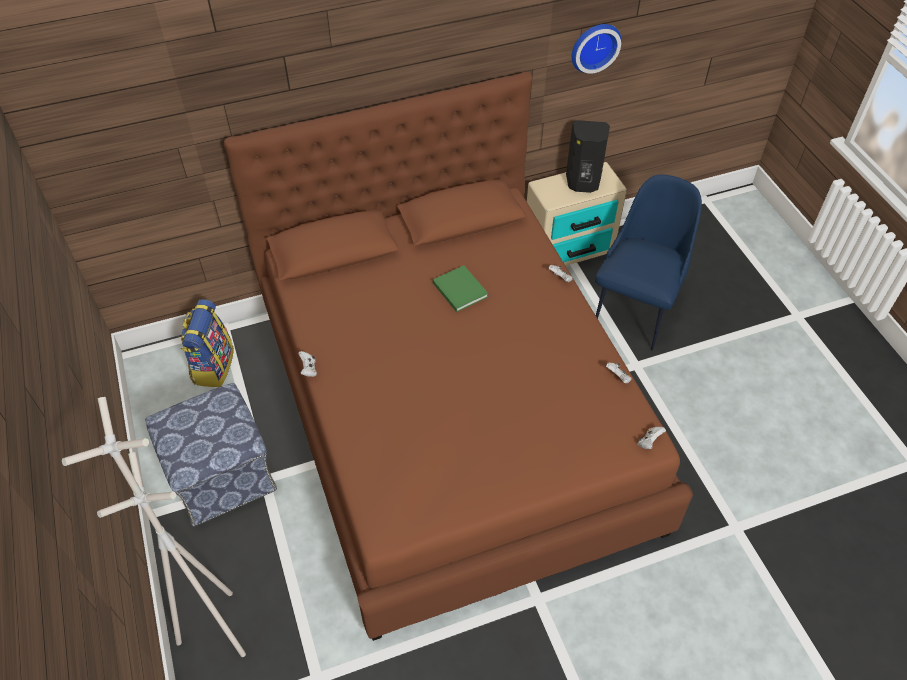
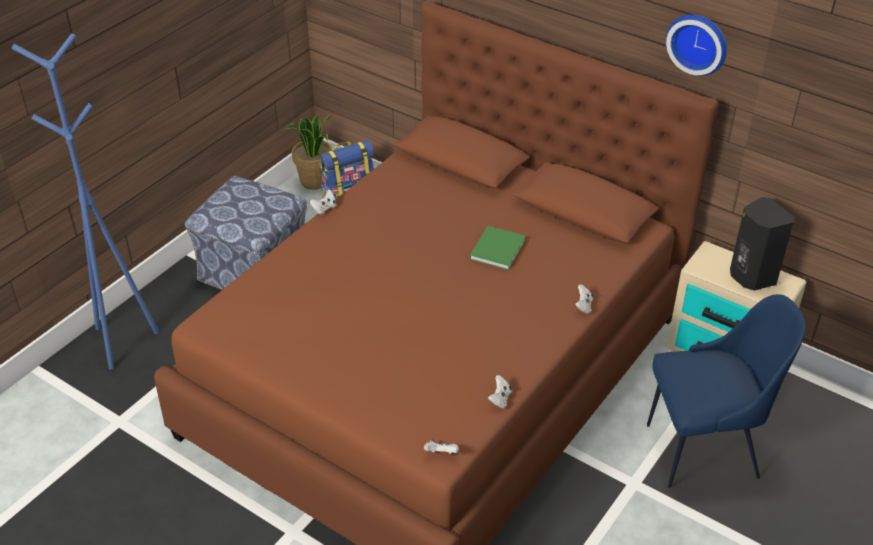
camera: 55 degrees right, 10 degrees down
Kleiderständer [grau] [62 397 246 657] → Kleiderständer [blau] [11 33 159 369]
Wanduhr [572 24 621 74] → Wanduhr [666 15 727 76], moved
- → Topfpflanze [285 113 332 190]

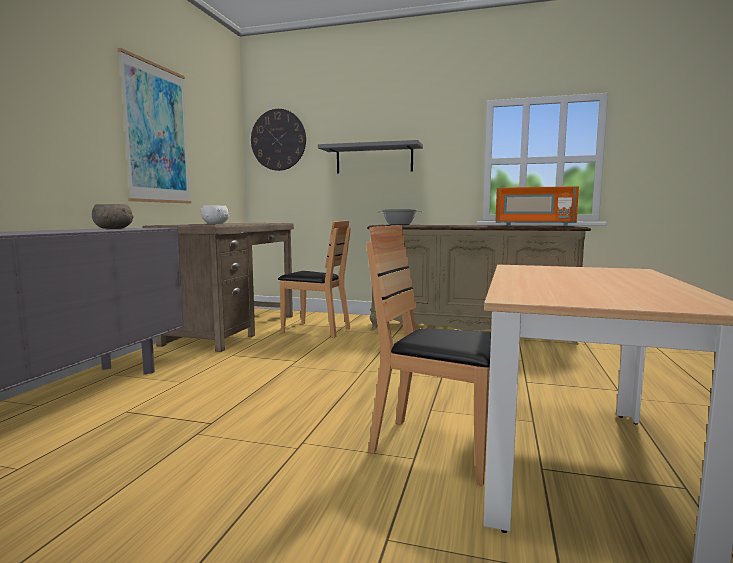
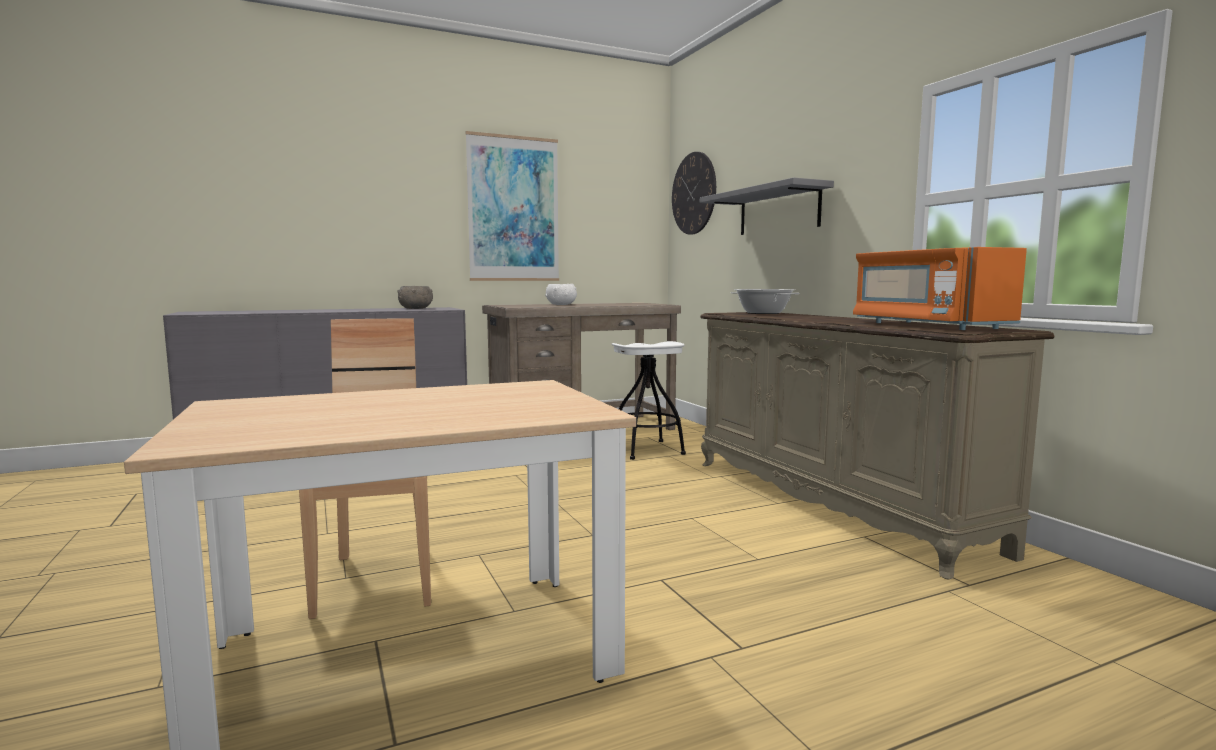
camera: 50 degrees right, 0 degrees up
Stuhl [braun] [278 221 351 338] → Hocker [weiß] [612 341 686 460]

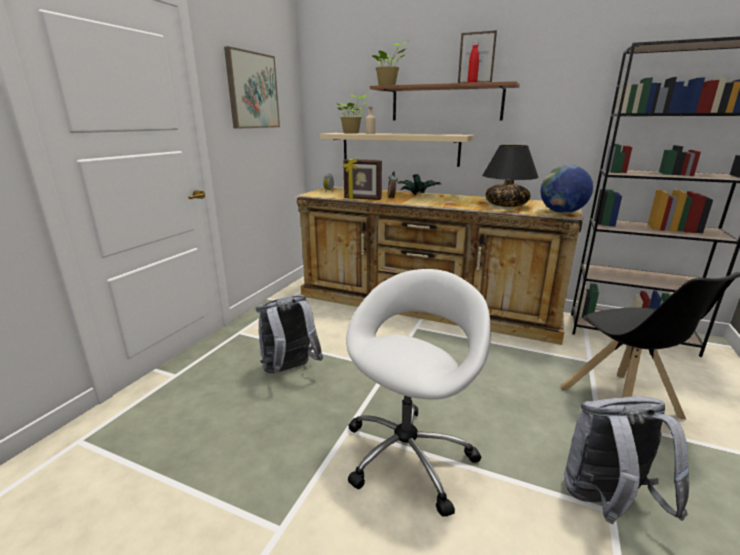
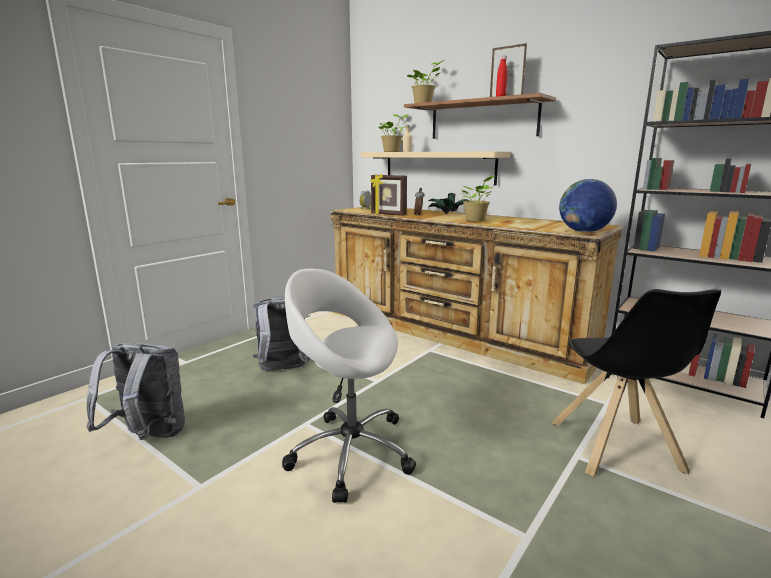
camera: 15 degrees right, 5 degrees down
Bild [224 46 280 129] → -
Bürostuhl [weiß] [346 269 491 517] → Bürostuhl [weiß] [282 269 416 503], 135 degrees counterclockwise
Tischlampe [schwarz] [482 145 539 207] → -
Rucksack [grau] [564 396 689 524] → Rucksack [grau] [86 343 185 440], moved
- → Topfpflanze [461 175 495 222]

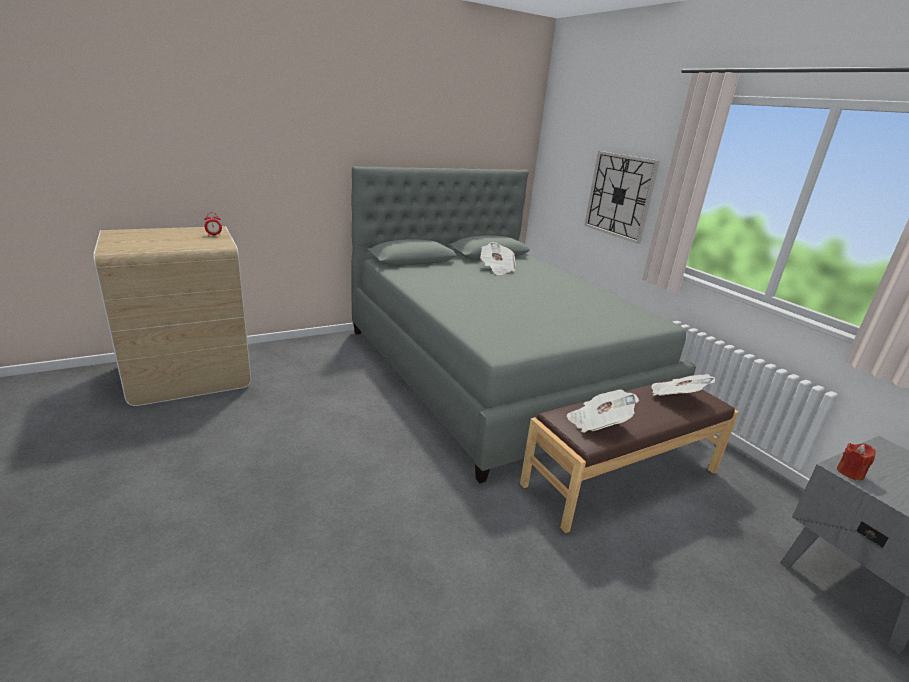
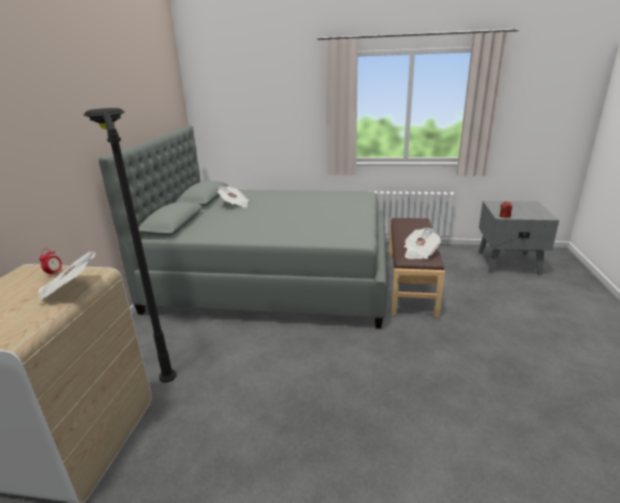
camera: 50 degrees left, 0 degrees up
Wanduhr [584 151 660 244] → -
Zeitung [652 374 715 396] → Zeitung [38 252 95 302], moved
- → Stehlampe [schwarz] [83 108 176 383]

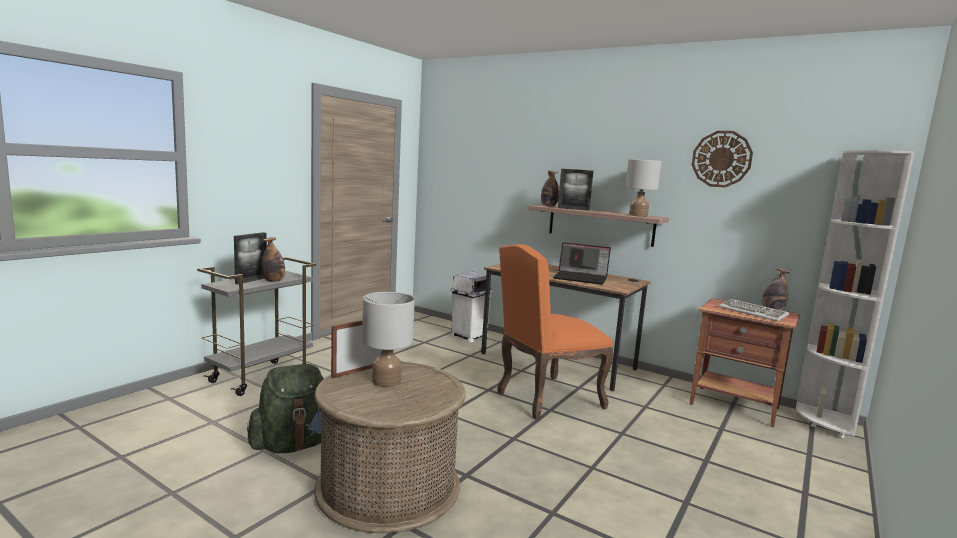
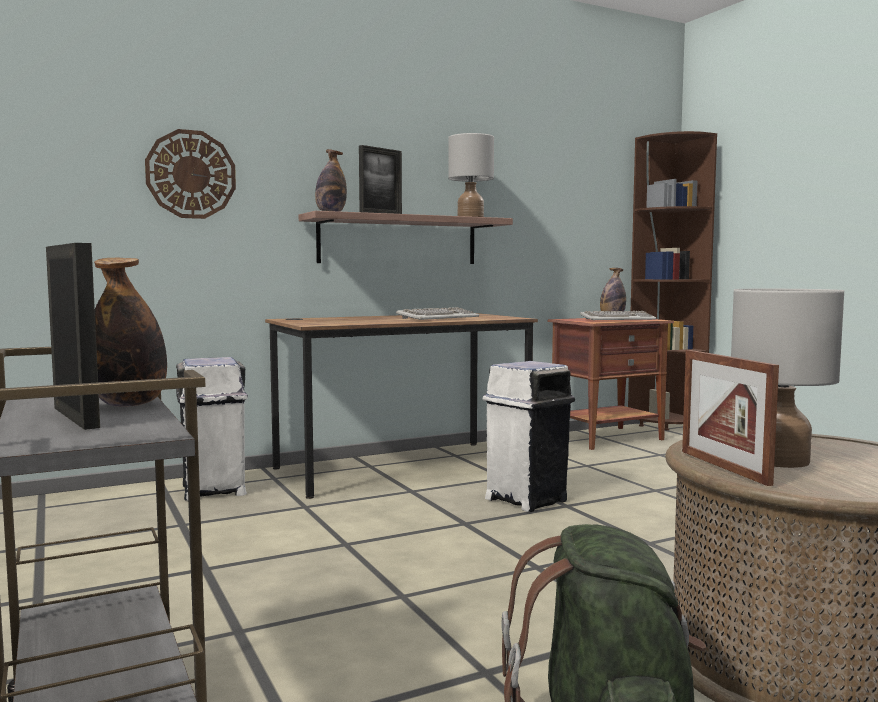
camera: 60 degrees left, 5 degrees down
Stuhl [orange] [498 244 613 420] → Mülleimer [weiß] [483 361 575 512]
Laptop [554 242 611 285] → Tastatur [396 307 479 320]
Wanduhr [692 131 753 188] → Wanduhr [145 129 236 219], moved
Bücherregal [weiß] [796 150 915 438] → Bücherregal [braun] [628 131 717 430]

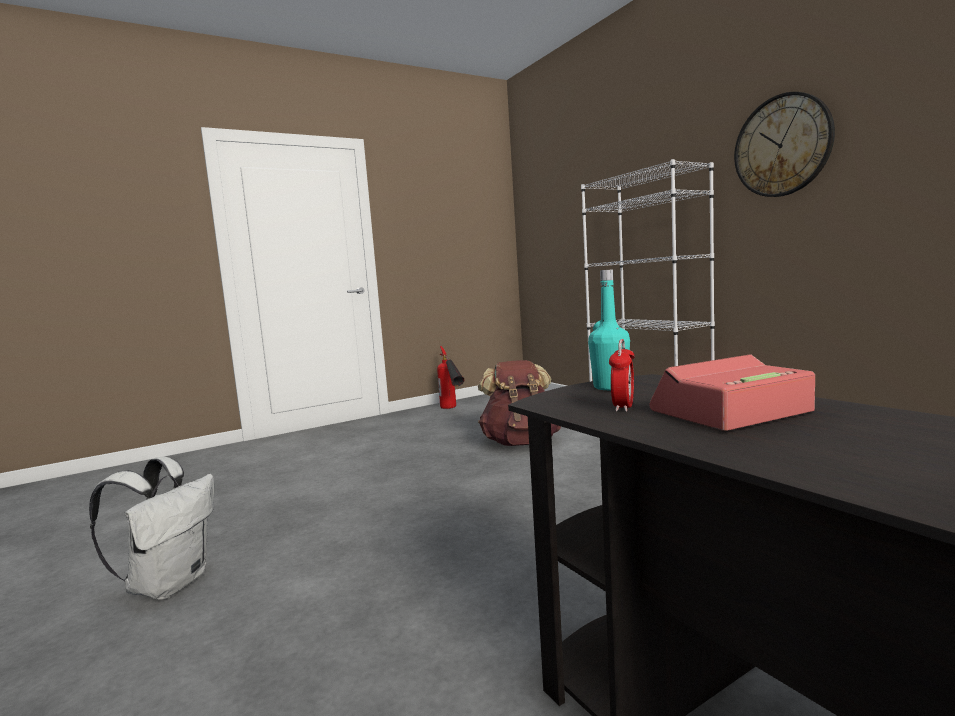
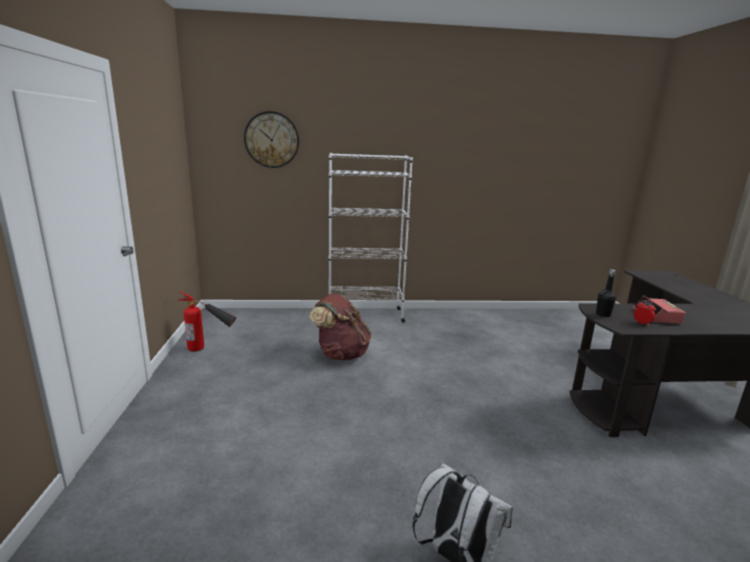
camera: 65 degrees left, 10 degrees up
Flasche [türkis] [588 269 630 390] → Flasche [schwarz] [596 269 616 317]
Wanduhr [734 92 835 197] → Wanduhr [244 111 299 168], moved

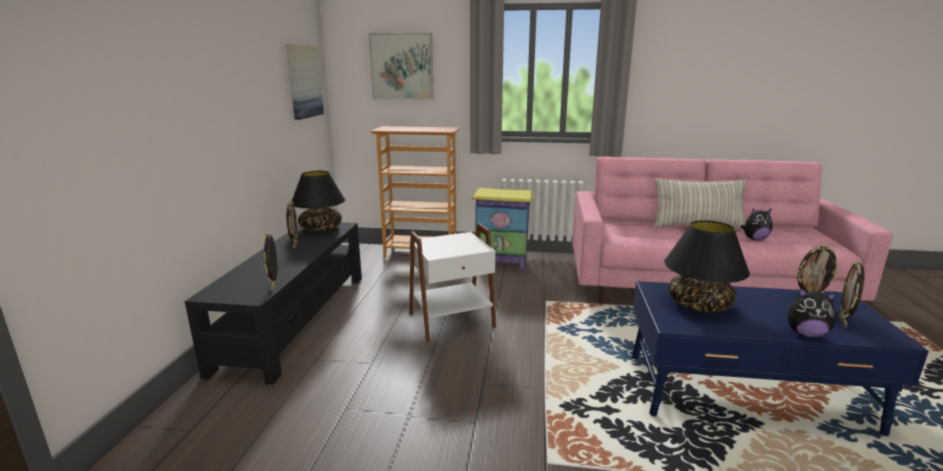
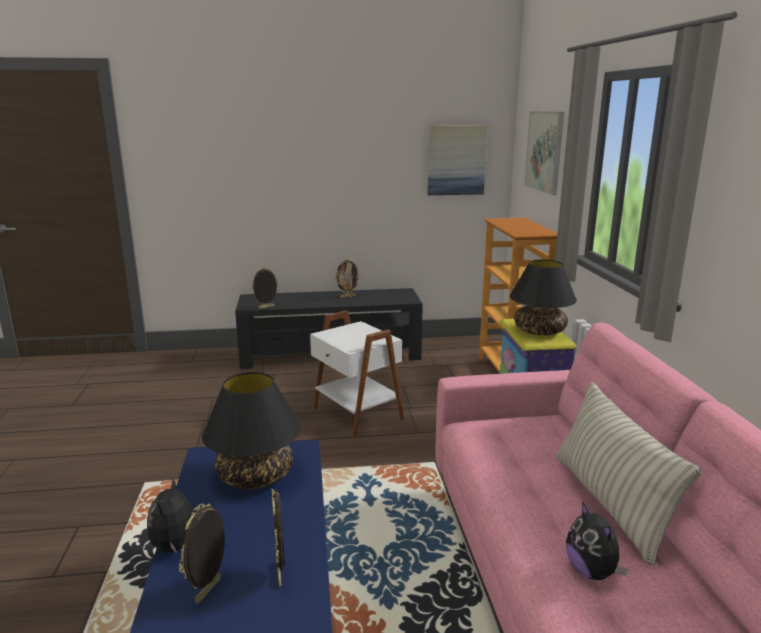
camera: 75 degrees right, 0 degrees up
Tischlampe [schwarz] [292 171 345 232] → Tischlampe [schwarz] [510 259 577 335], moved
Bilderrahmen [839 260 865 328] → Bilderrahmen [179 503 225 604], 75 degrees counterclockwise

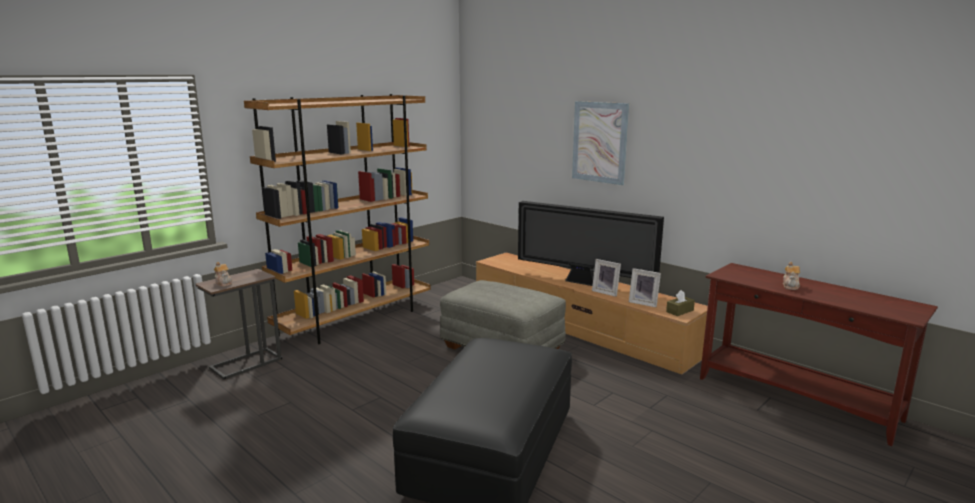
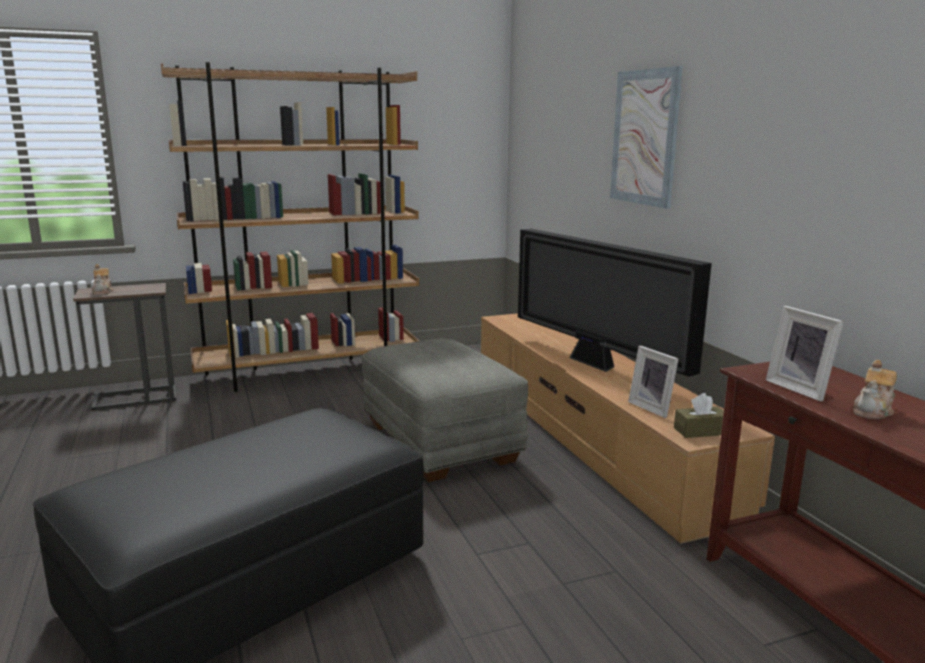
camera: 25 degrees right, 0 degrees up
Bilderrahmen [592 259 621 297] → Bilderrahmen [766 306 844 402], moved

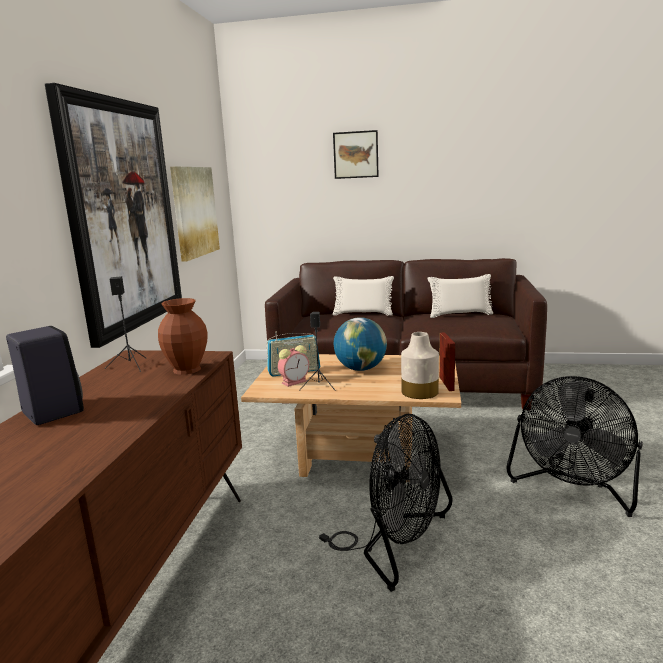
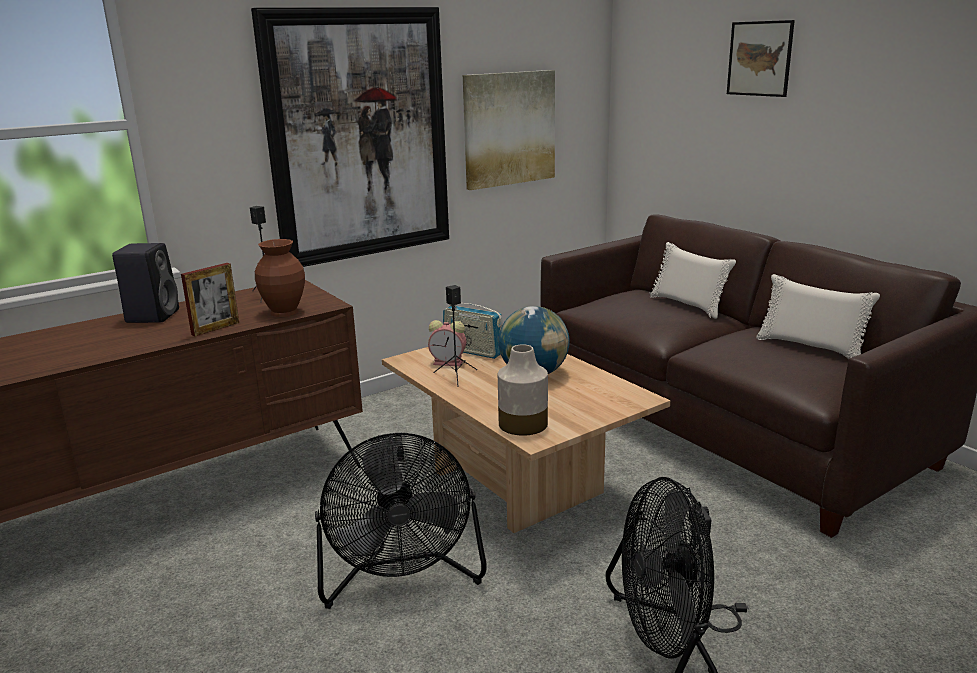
camera: 45 degrees right, 5 degrees up
Bilderrahmen [439 332 455 391] → Bilderrahmen [181 263 239 336], moved

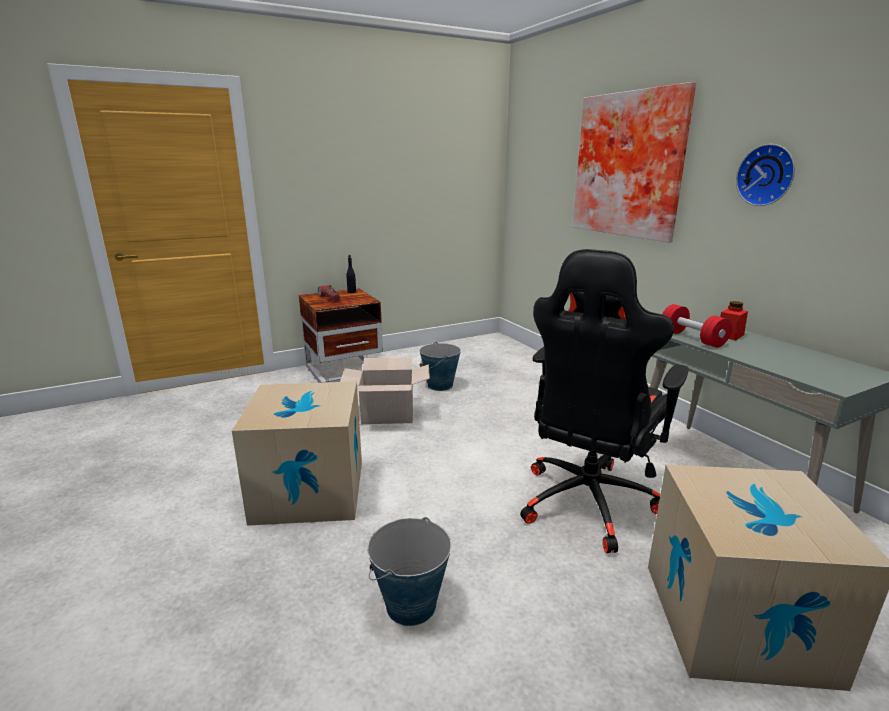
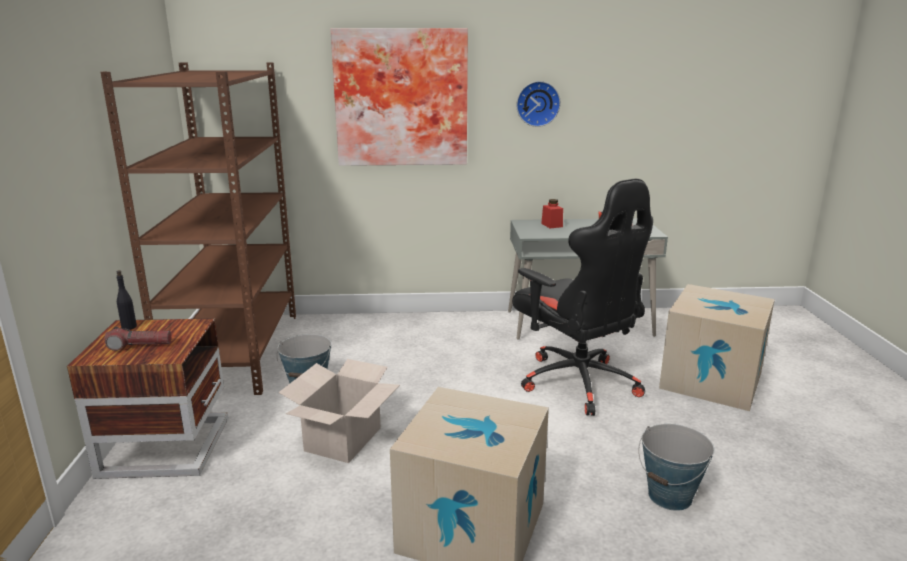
camera: 65 degrees left, 0 degrees up
Hantel [rot] [663 304 732 348] → -
- → Bücherregal [braun] [101 63 296 395]

